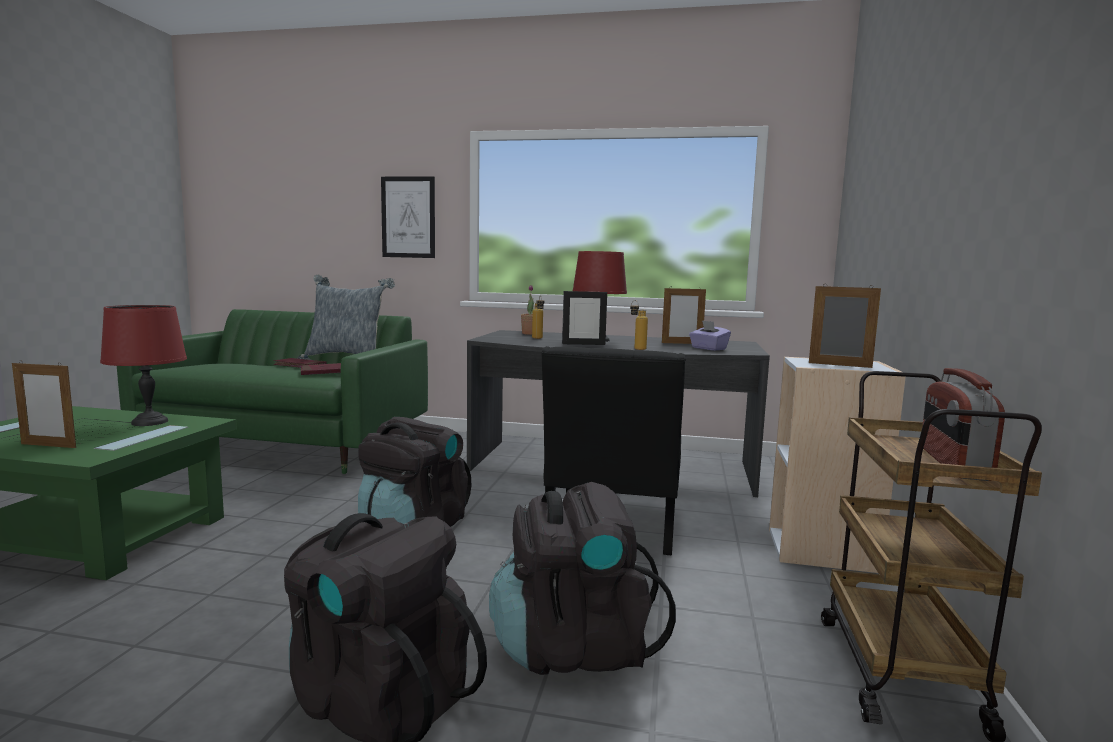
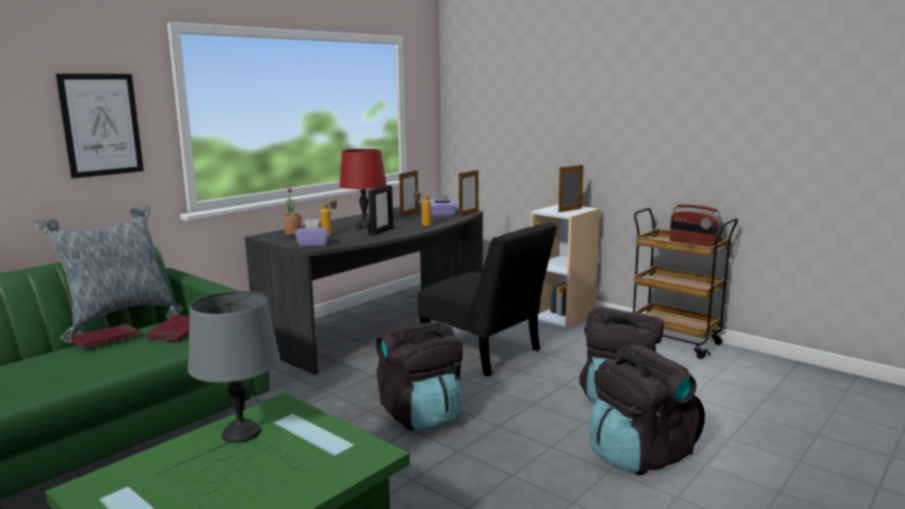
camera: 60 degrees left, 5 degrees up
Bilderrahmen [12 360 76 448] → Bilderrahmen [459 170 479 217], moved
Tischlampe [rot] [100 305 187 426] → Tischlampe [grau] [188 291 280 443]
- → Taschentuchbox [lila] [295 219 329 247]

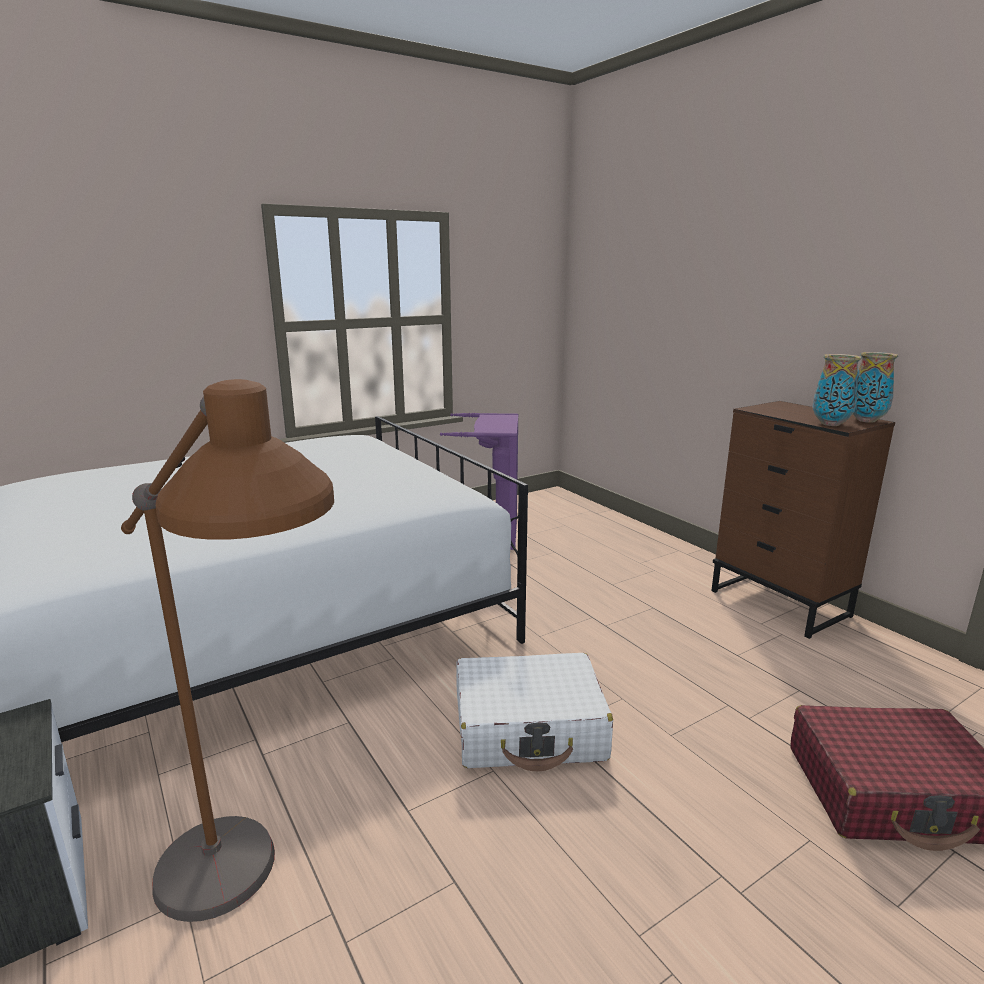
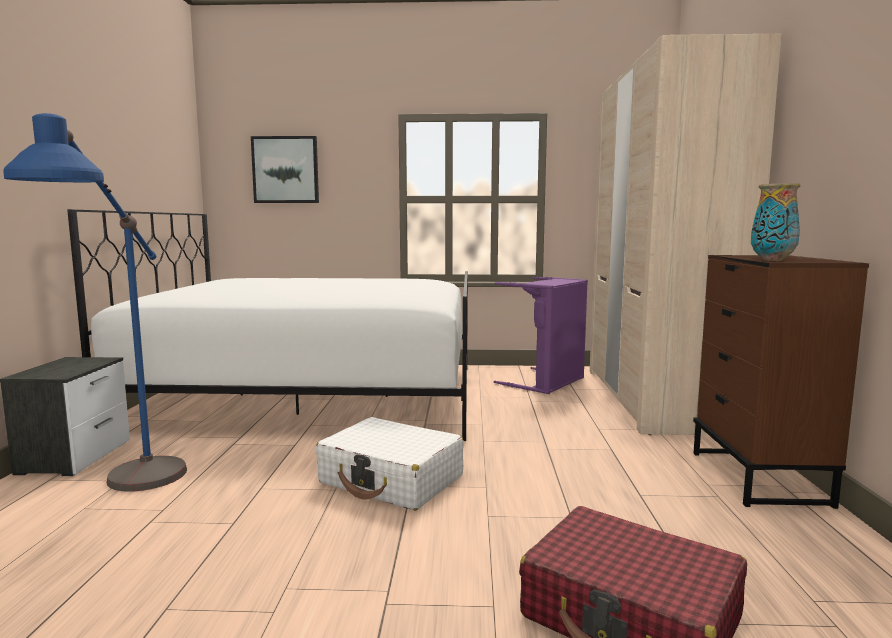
camera: 35 degrees right, 10 degrees down
Stehlampe [braun] [121 379 334 922] → Stehlampe [blau] [3 113 187 492]
Vase [853 352 898 423] → -
- → Bild [251 136 319 203]
- → Kleiderschrank [beige] [590 34 782 435]

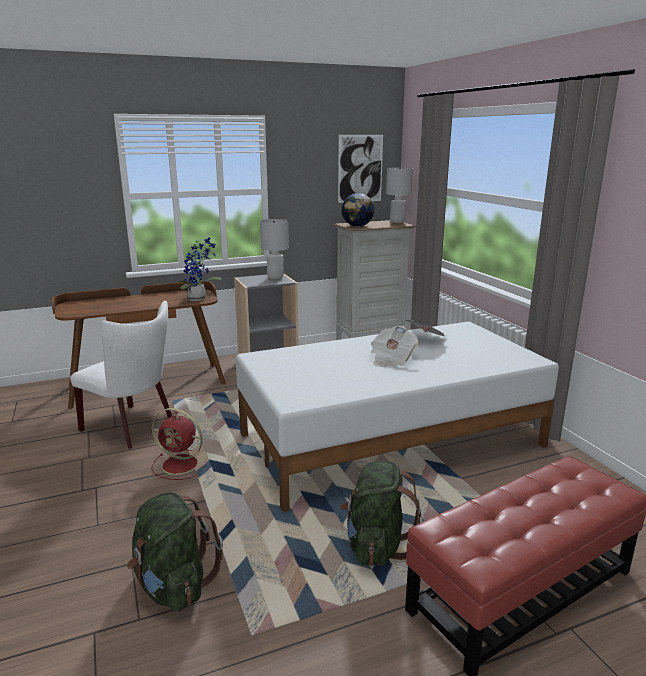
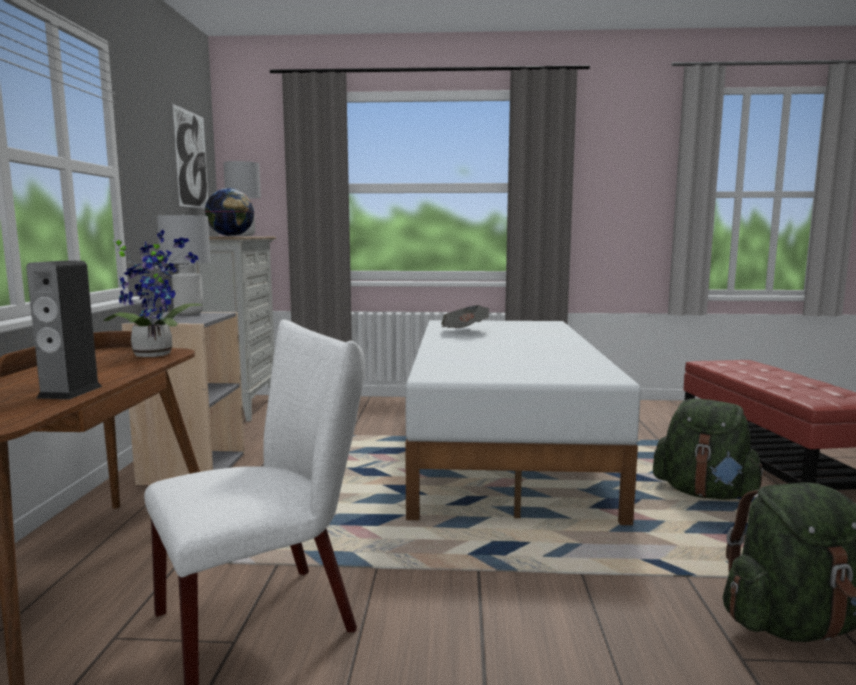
camera: 65 degrees left, 10 degrees down
Ventilator [rot] [151 408 203 480] → -
Zeitung [371 326 418 367] → -
- → Lautsprecher [26 261 102 399]

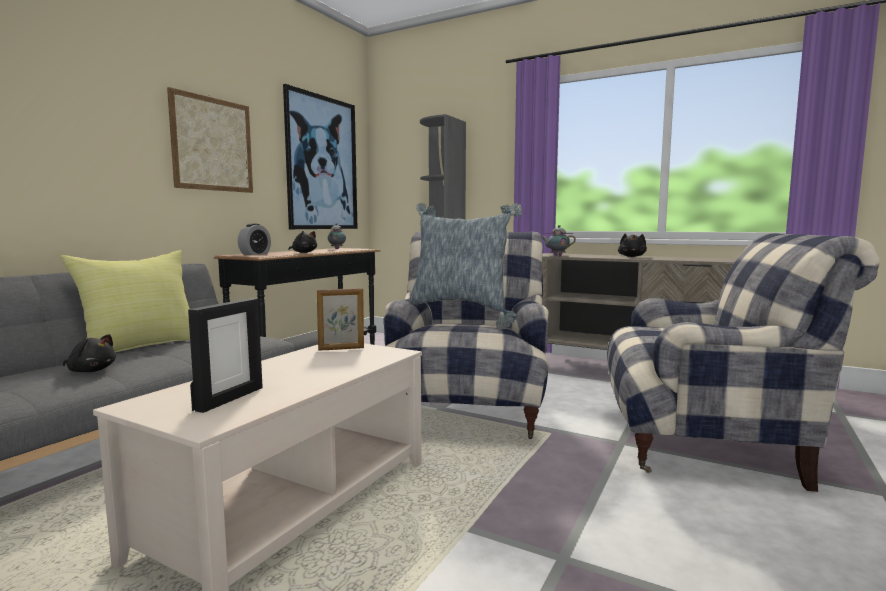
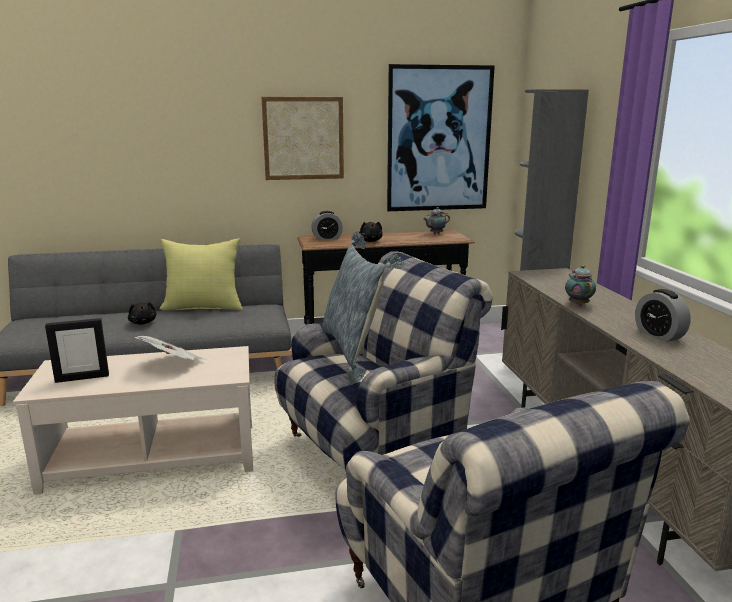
camera: 50 degrees right, 10 degrees up
Bilderrahmen [317 288 364 351] → -
Plüschtier [schwarz] [618 233 647 257] → Wecker [635 289 691 342]
- → Zeitung [134 336 206 360]

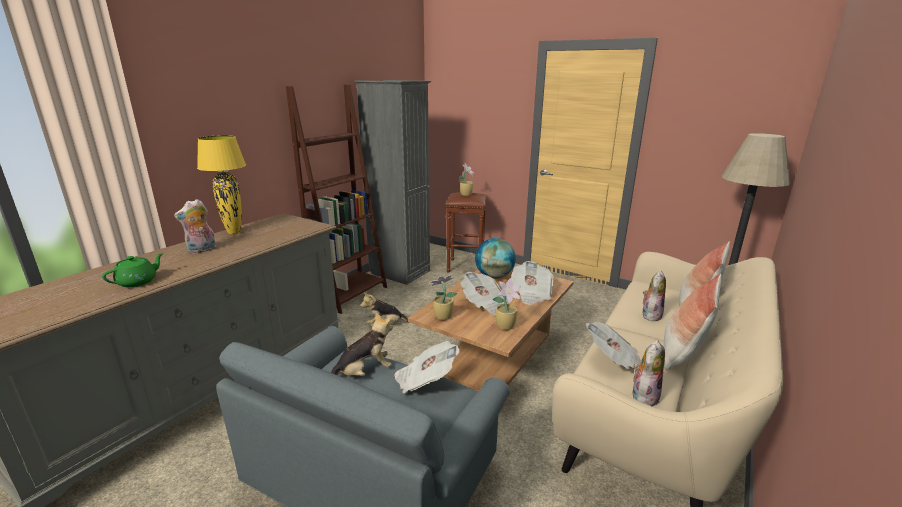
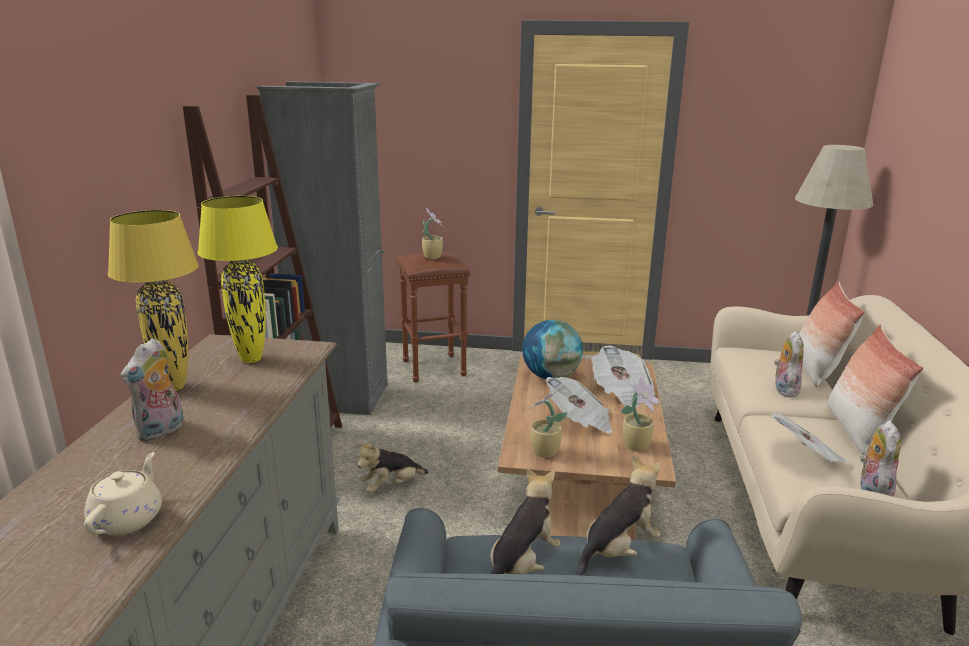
camera: 25 degrees left, 0 degrees up
Teekanne [grün] [102 253 164 287] → Teekanne [beige] [84 452 162 535]
Zeitung [394 341 460 394] → Plüschtier [576 456 661 576]
- → Tischlampe [gelb] [198 196 278 363]

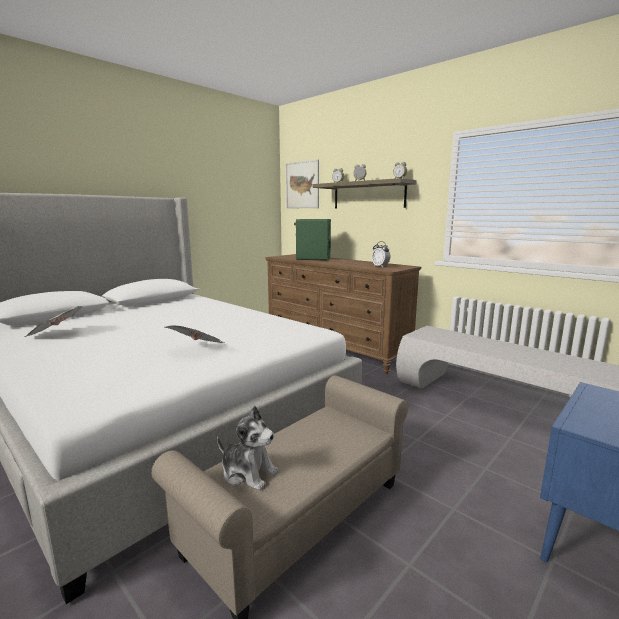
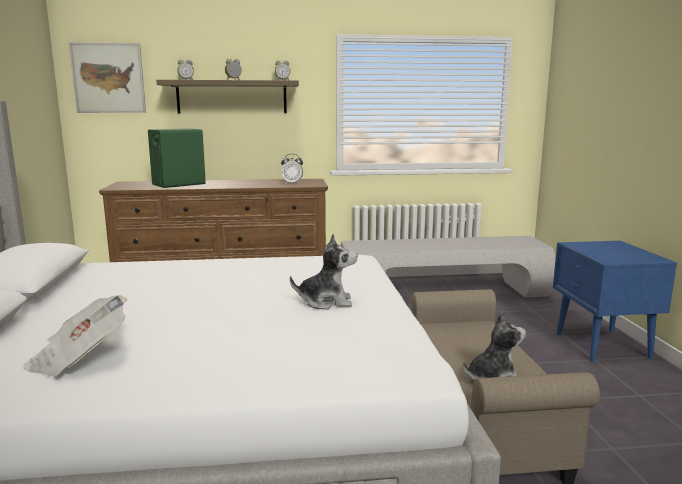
camera: 50 degrees left, 0 degrees up
Zeitung [164 326 225 343] → Plüschtier [290 234 358 310]

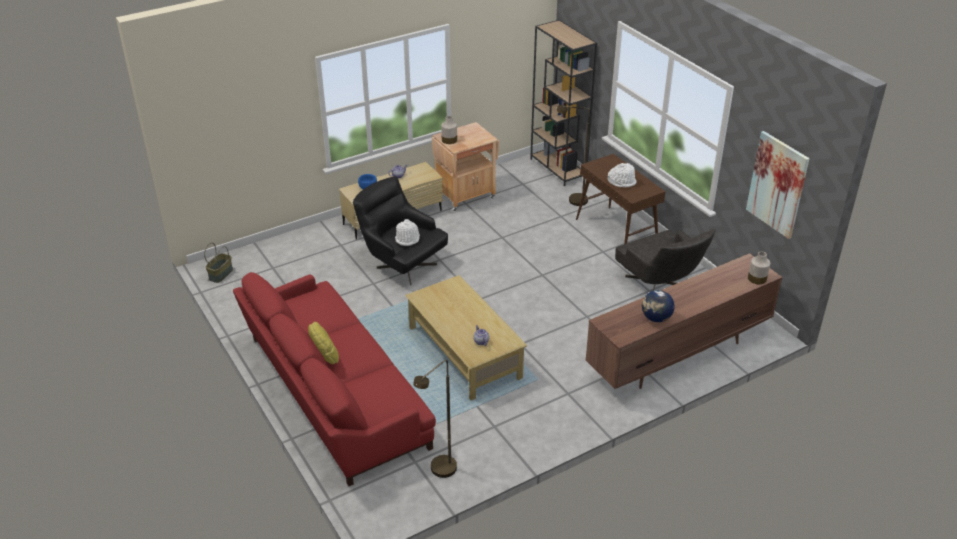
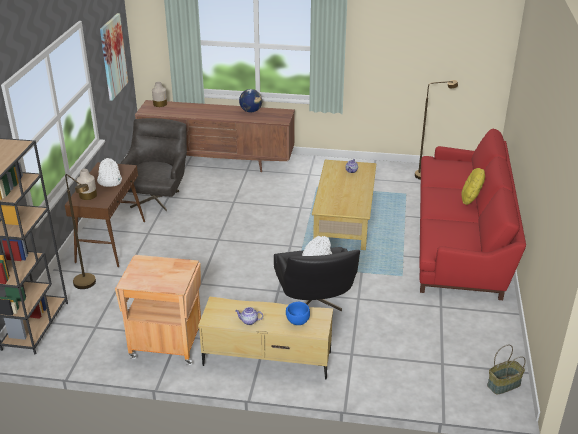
camera: 140 degrees left, 5 degrees down
Vase [beige] [441 116 457 144] → Vase [beige] [77 169 97 200], moved

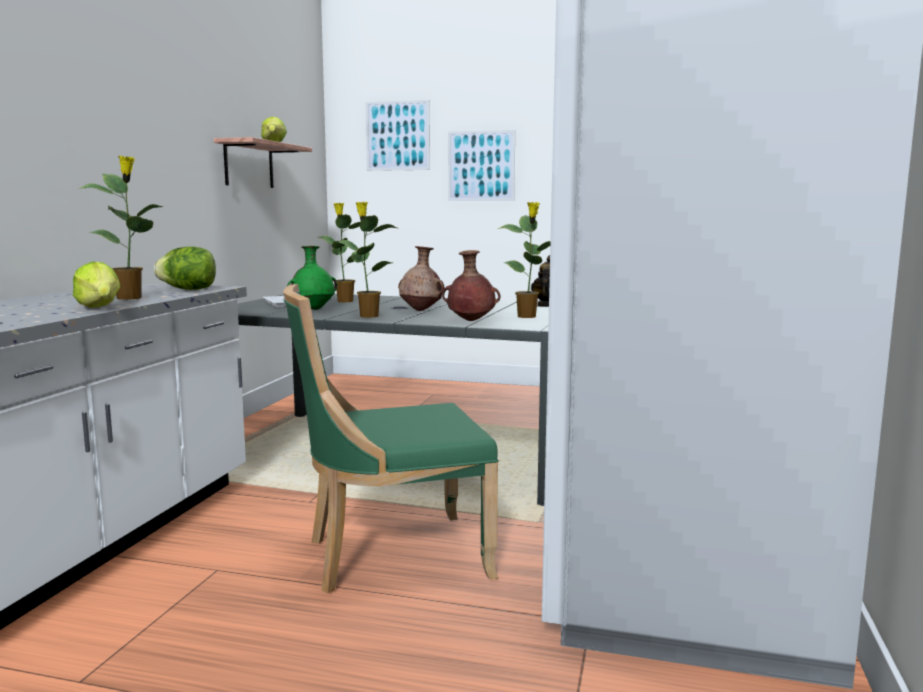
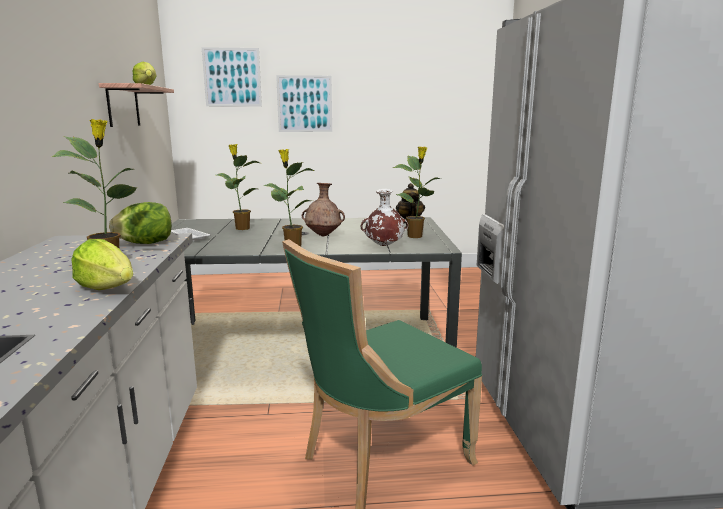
camera: 20 degrees left, 5 degrees up
Vase [grün] [287 246 338 310] → -
Vase [braun] [442 250 501 321] → Vase [weiß] [360 189 408 246]

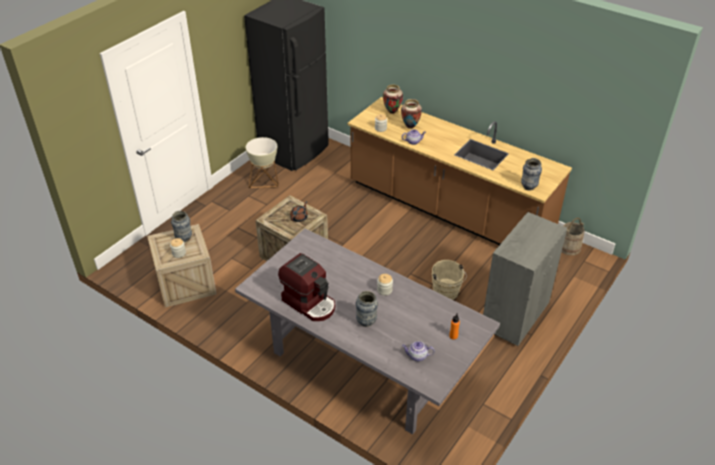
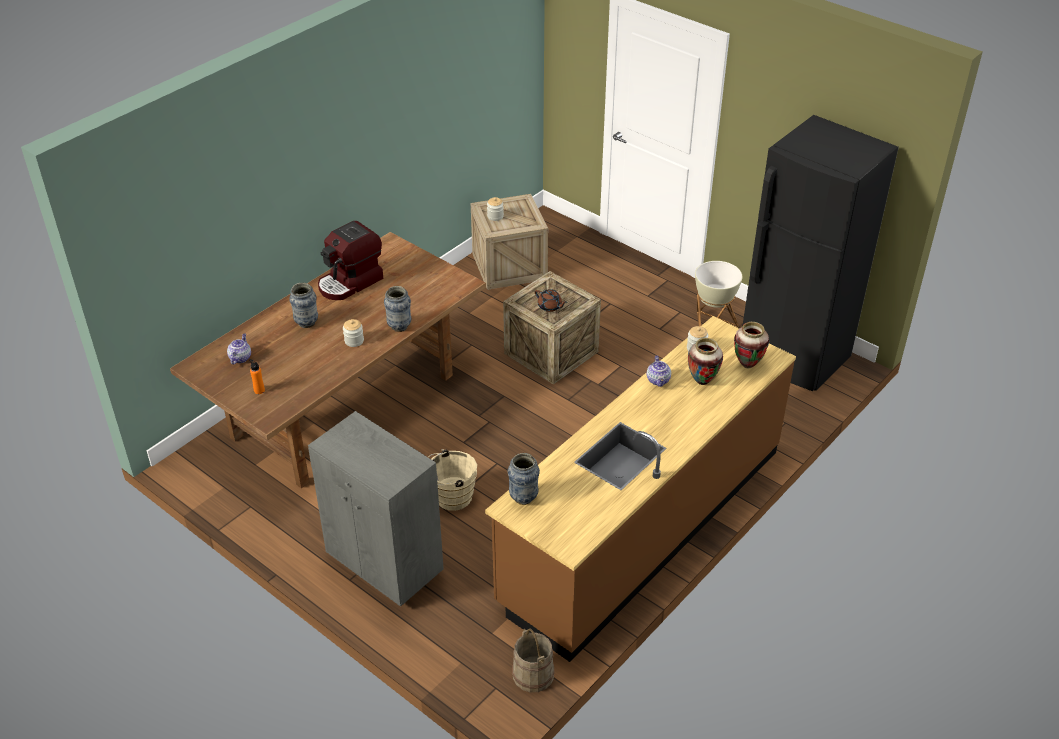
camera: 95 degrees right, 0 degrees up
Vase [171 211 192 242] → Vase [384 286 411 332], moved
Esstisch [grau] [235 228 500 435] → Esstisch [braun] [170 232 486 488]

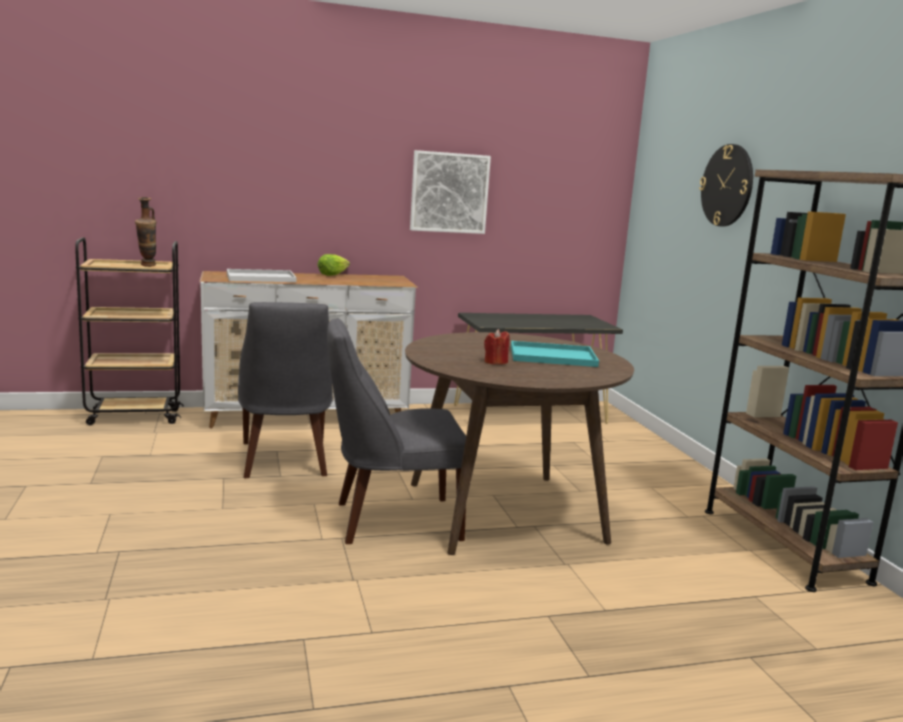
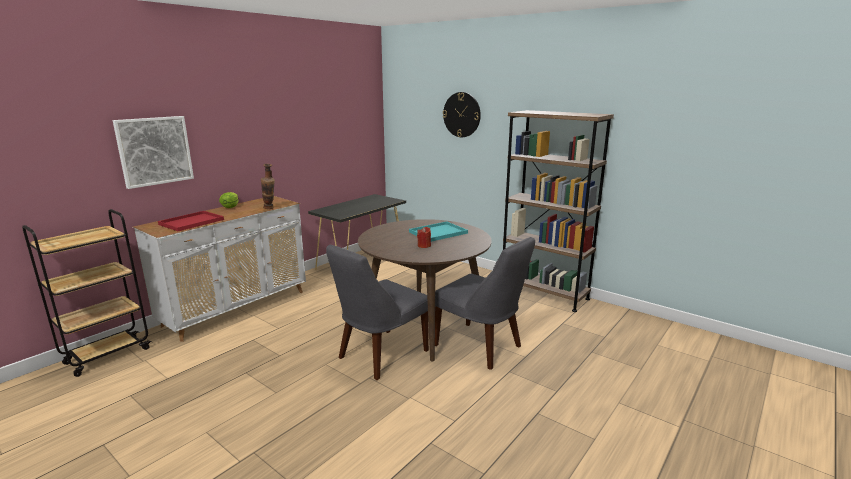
camera: 35 degrees left, 5 degrees up
Vase [135 197 156 267] → Vase [261 164 275 209], moved
Tablett [weiß] [227 269 296 282] → Tablett [rot] [158 211 224 231]
Stuhl [grau] [238 302 333 478] → Stuhl [grau] [435 237 535 370], moved
Bild [410 150 491 234] → Bild [113 116 194 189], moved

